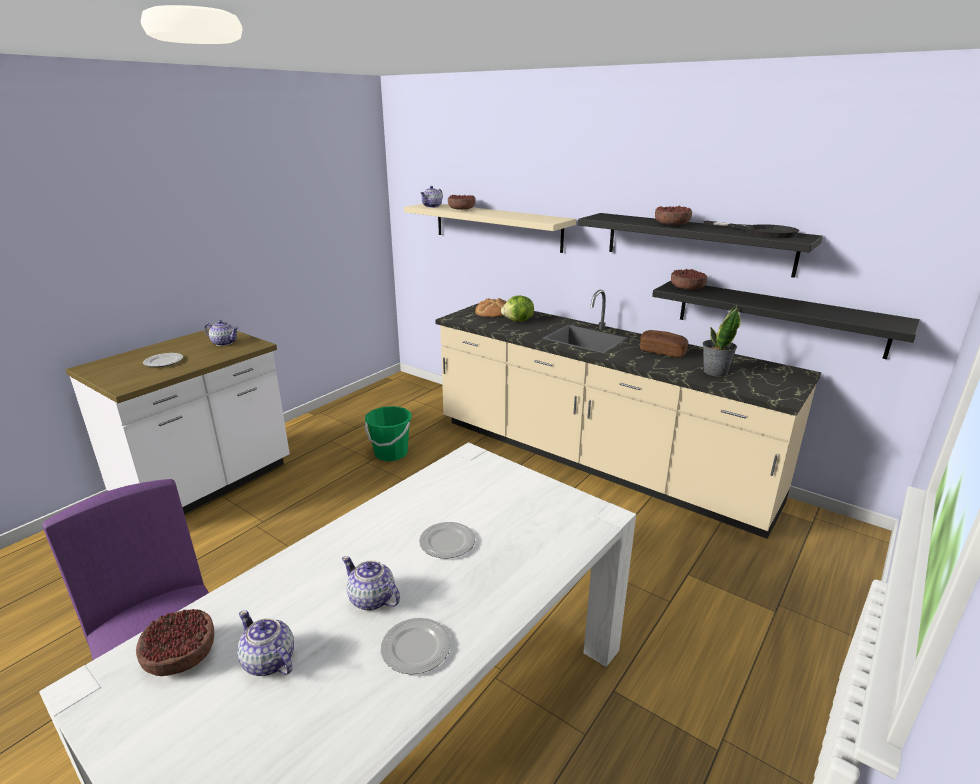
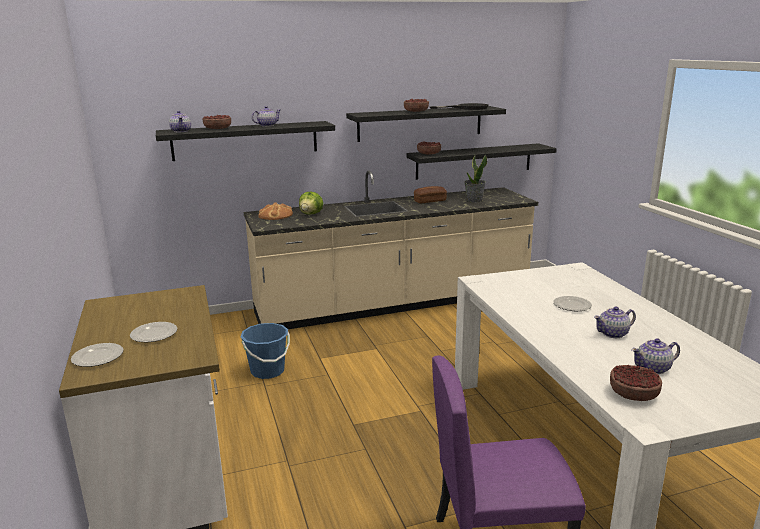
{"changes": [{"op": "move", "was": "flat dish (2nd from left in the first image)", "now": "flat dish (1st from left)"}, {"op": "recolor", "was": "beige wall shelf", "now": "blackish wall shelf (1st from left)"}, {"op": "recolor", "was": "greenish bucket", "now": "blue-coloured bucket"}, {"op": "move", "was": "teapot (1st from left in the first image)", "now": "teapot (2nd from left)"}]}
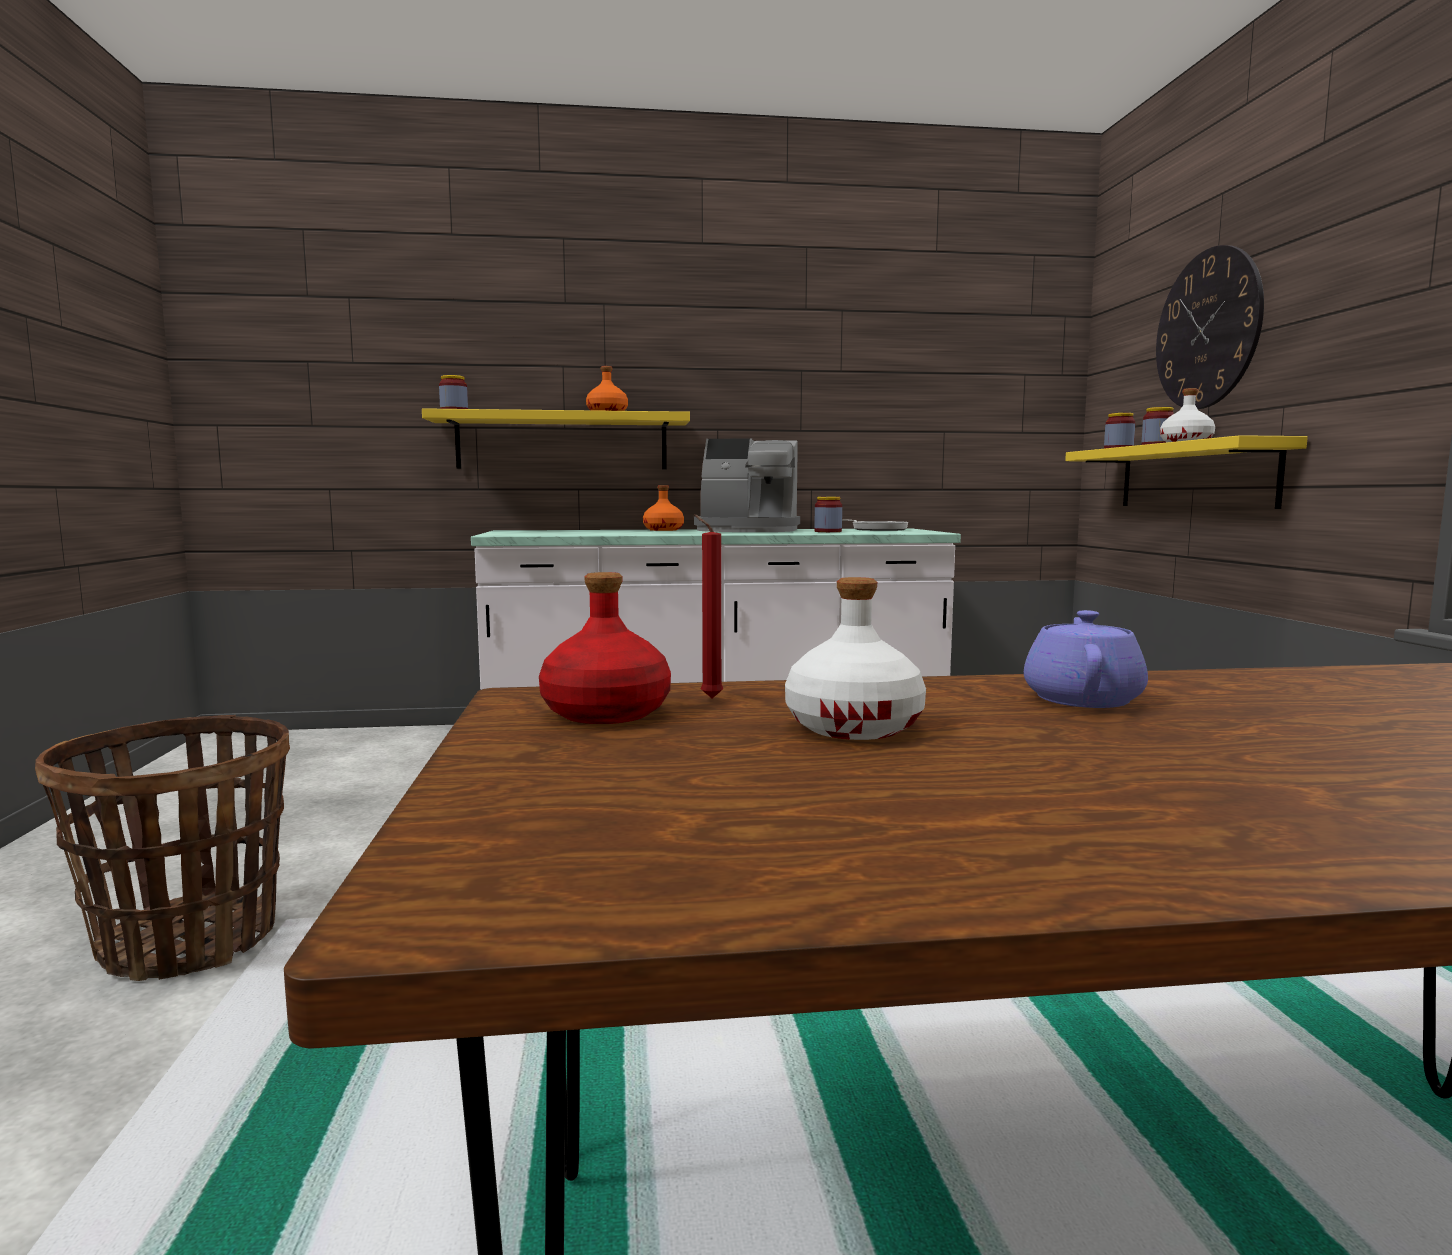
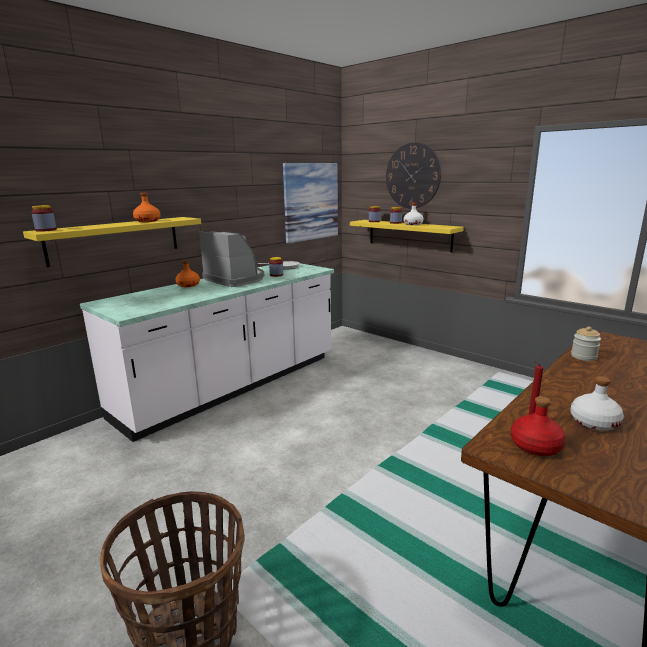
{"changes": [{"op": "rotate", "was": "coffee brewer", "clockwise": -105}, {"op": "insert", "now": "wall art"}, {"op": "insert", "now": "storage jar (5th from left)"}, {"op": "delete", "was": "purple-coloured teapot"}]}
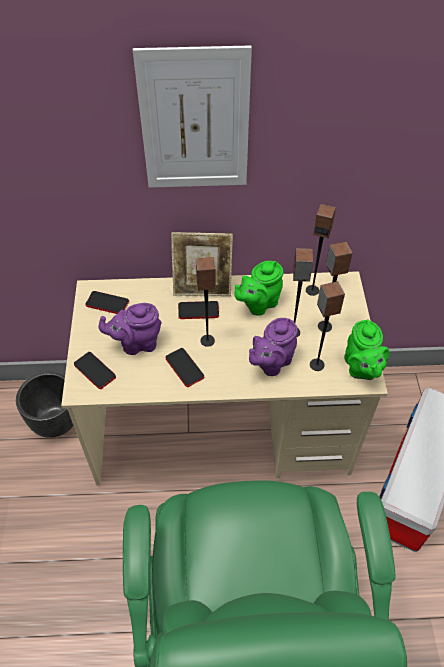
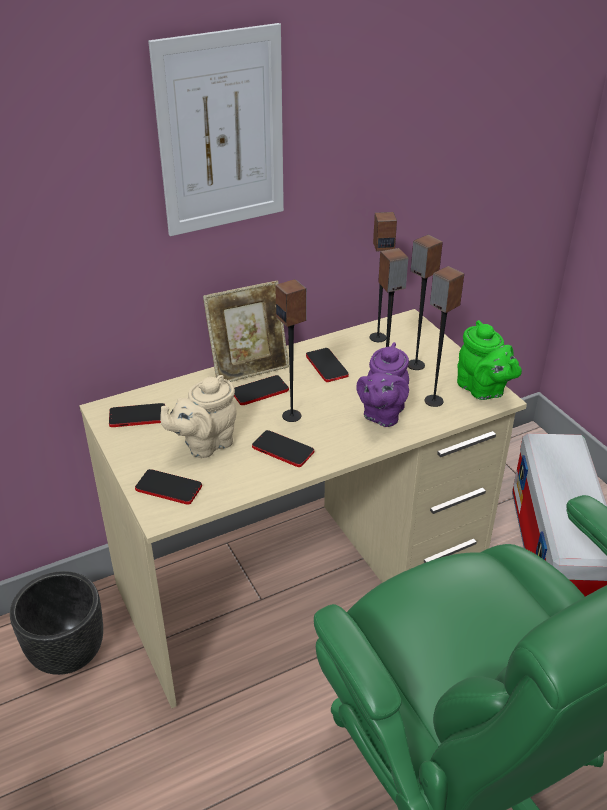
{"changes": [{"op": "recolor", "was": "purple-coloured teapot (1st from left)", "now": "beige teapot"}, {"op": "replace", "was": "greenish teapot (1st from left)", "now": "handset (5th from left)"}]}
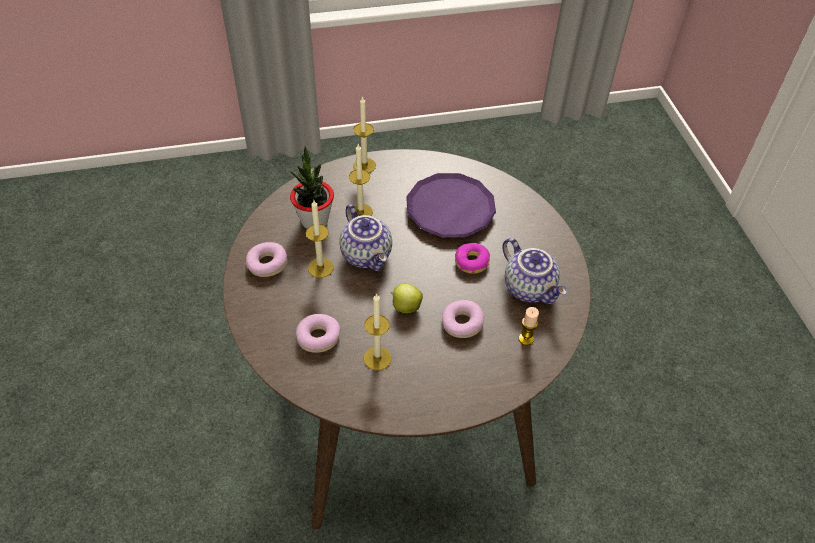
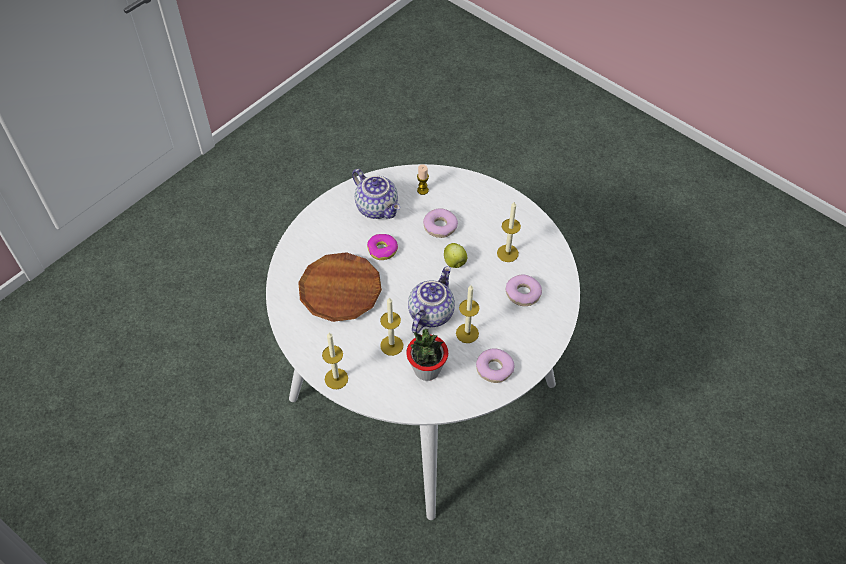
{"changes": [{"op": "recolor", "was": "brown-coloured dinner table", "now": "white-coloured dinner table"}, {"op": "recolor", "was": "purple-coloured flat dish", "now": "brown-coloured flat dish"}, {"op": "rotate", "was": "teapot (2nd from left in the first image)", "clockwise": 120}]}
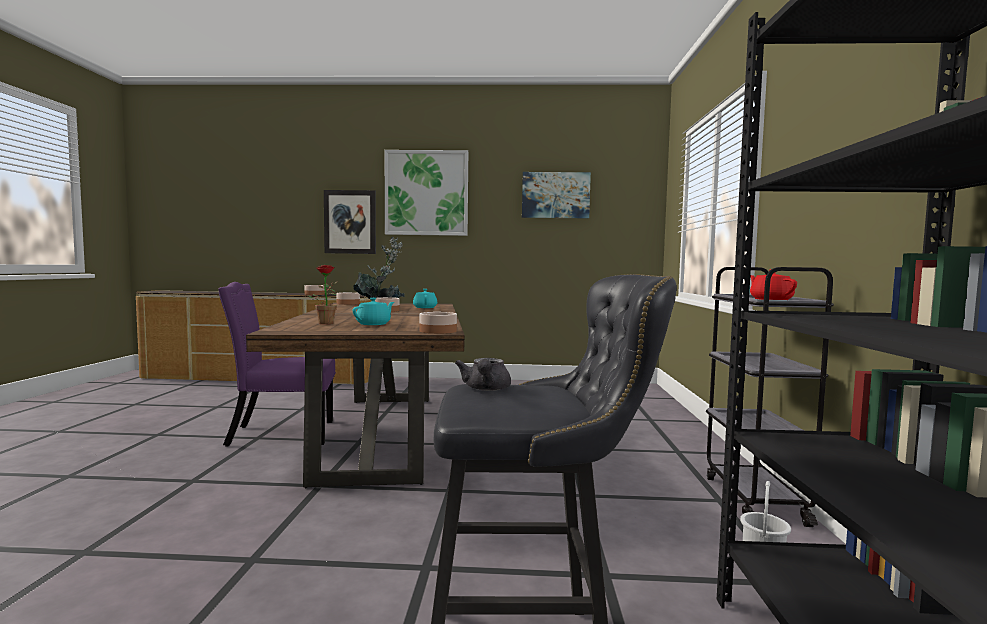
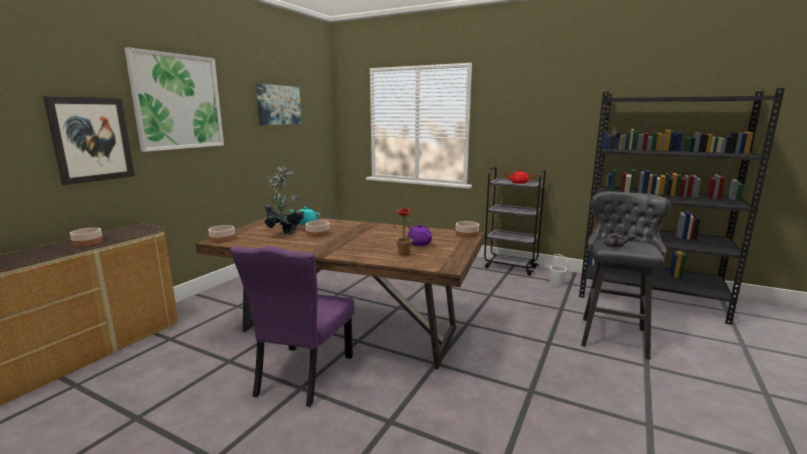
{"changes": [{"op": "recolor", "was": "turquoise teapot (1st from left)", "now": "purple-coloured teapot"}]}
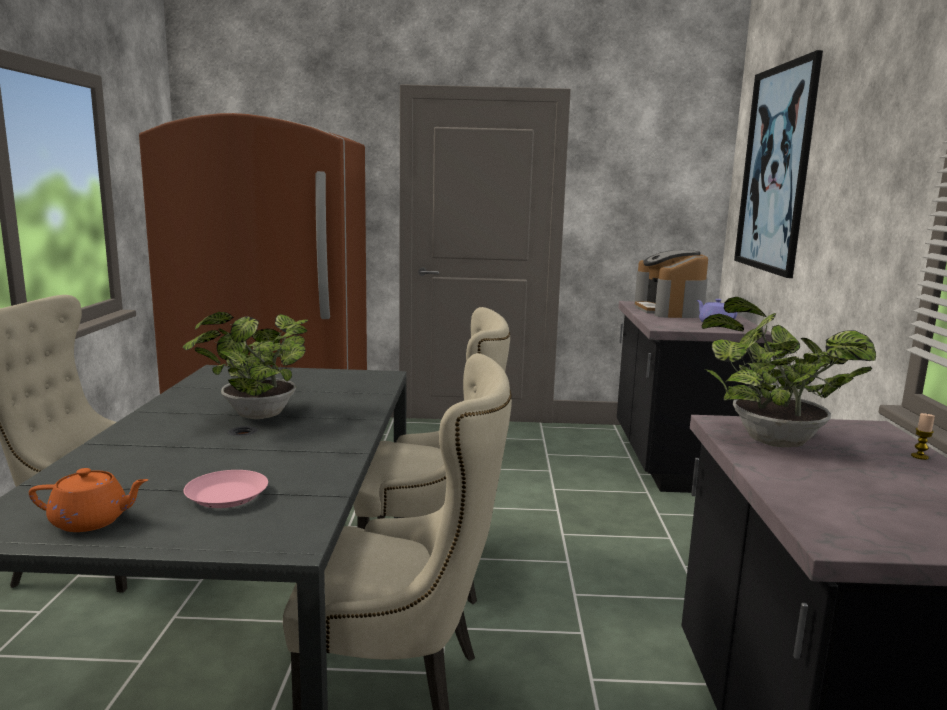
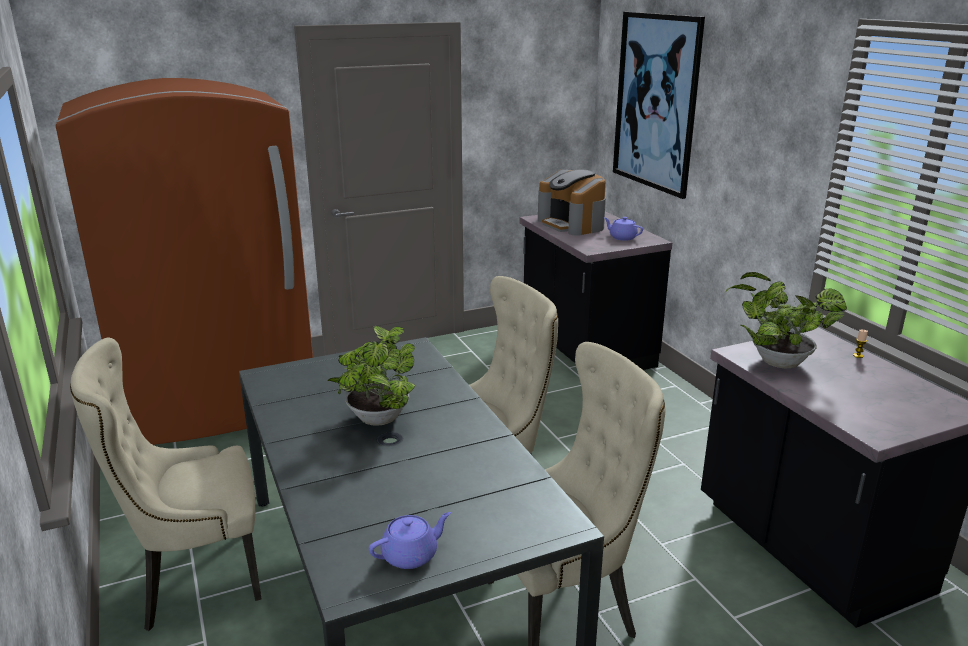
{"changes": [{"op": "recolor", "was": "orange teapot", "now": "purple-coloured teapot (1st from left)"}, {"op": "delete", "was": "pink-coloured flat dish"}]}
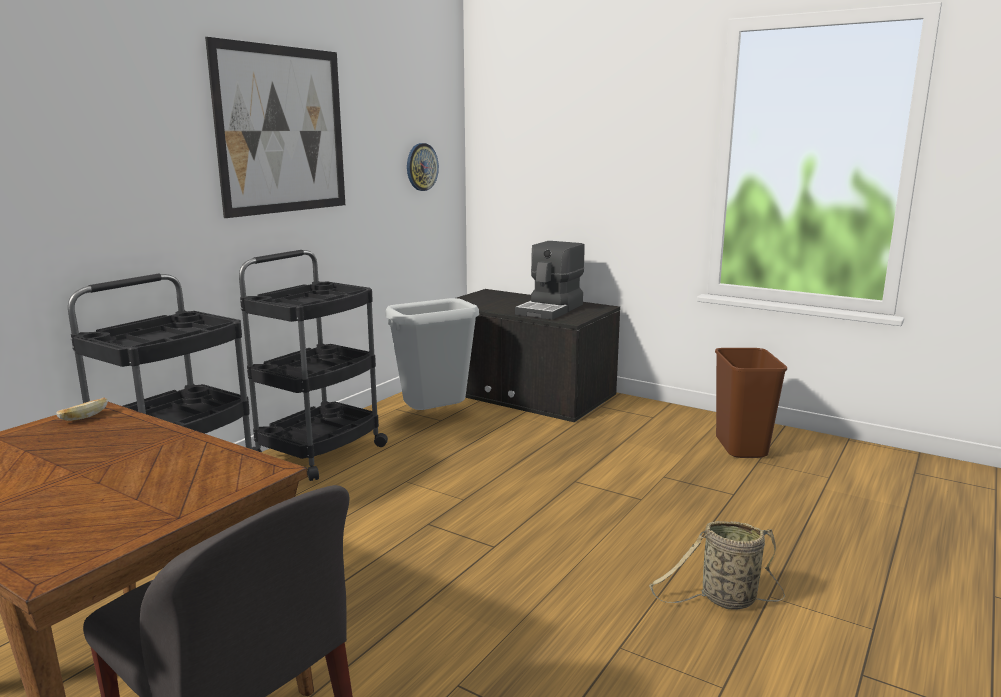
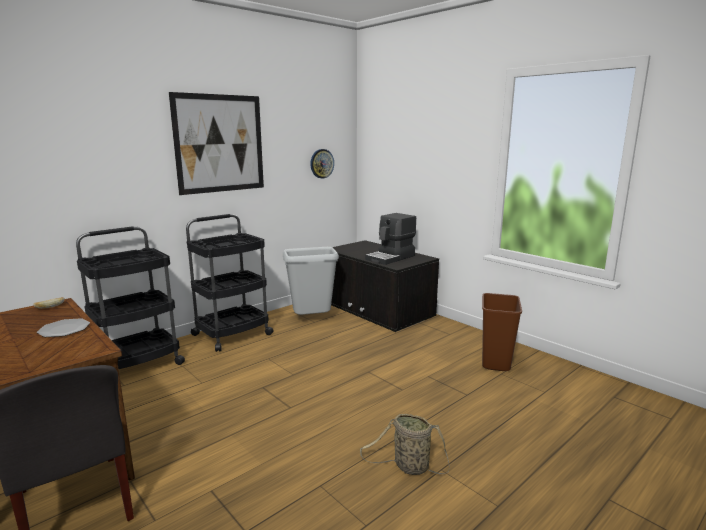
{"changes": [{"op": "insert", "now": "flat dish"}]}
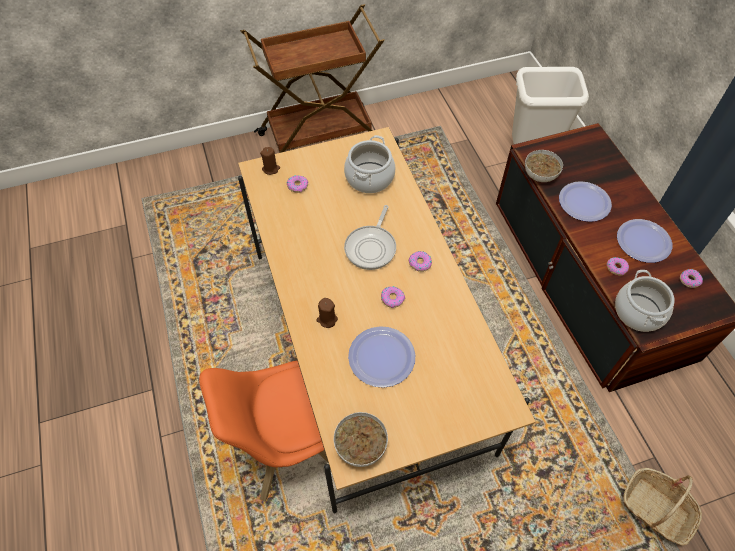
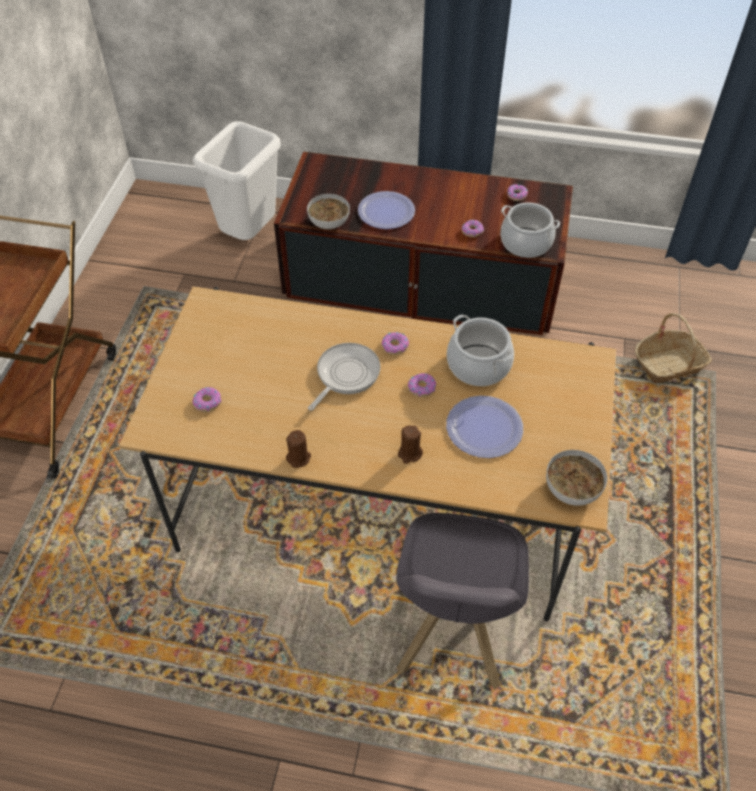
{"changes": [{"op": "move", "was": "brown-coloured candle (1st from left)"}, {"op": "rotate", "was": "skillet", "clockwise": -105}, {"op": "recolor", "was": "orange chair", "now": "greyish chair"}, {"op": "move", "was": "saucepot (1st from left)"}, {"op": "delete", "was": "flat dish (3rd from left)"}]}
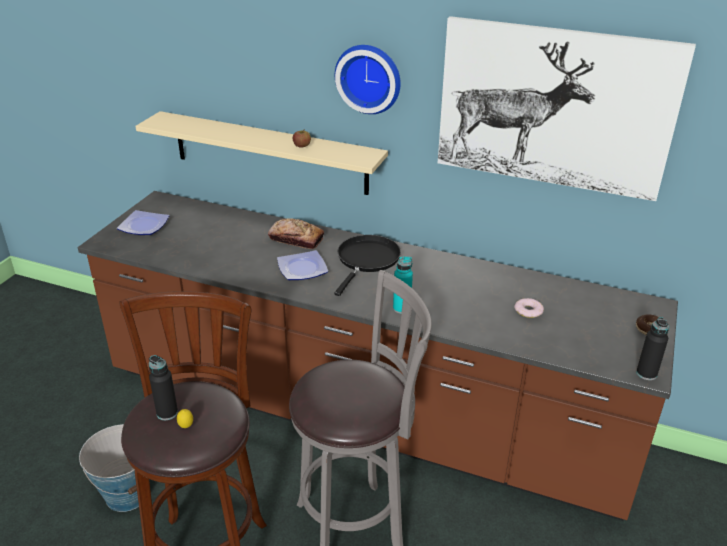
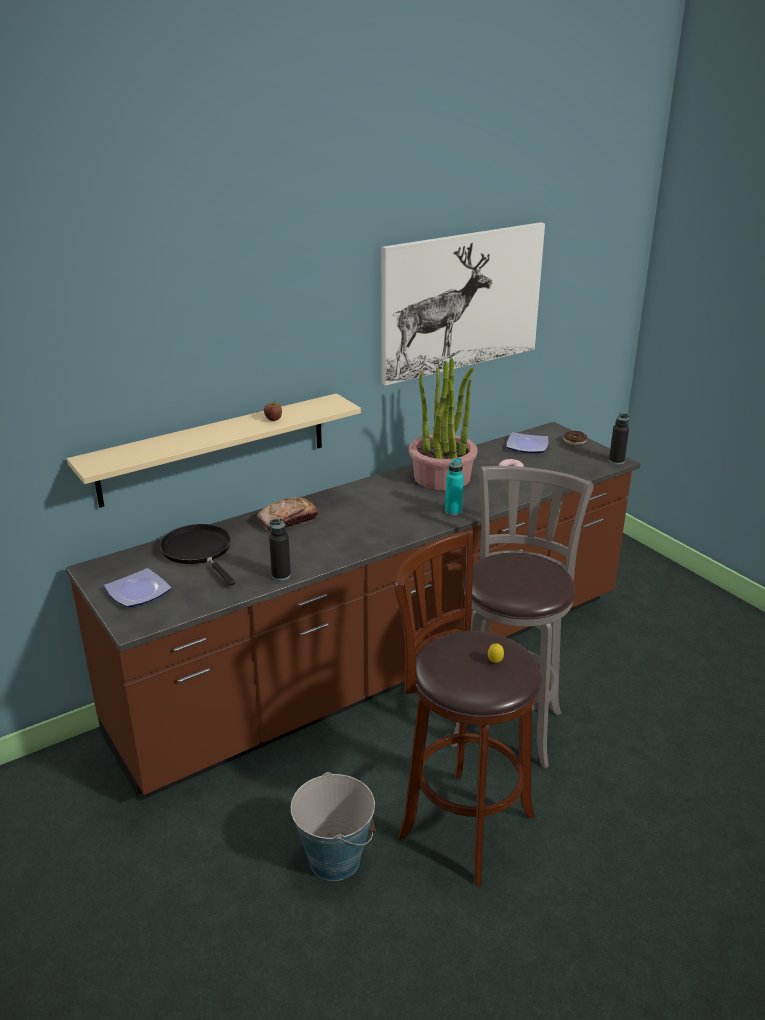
{"changes": [{"op": "move", "was": "blackish skillet"}, {"op": "move", "was": "blackish beverage bottle (1st from left)"}, {"op": "insert", "now": "plant in a pot"}, {"op": "move", "was": "flat dish (2nd from left)"}, {"op": "delete", "was": "hanging clock"}]}
